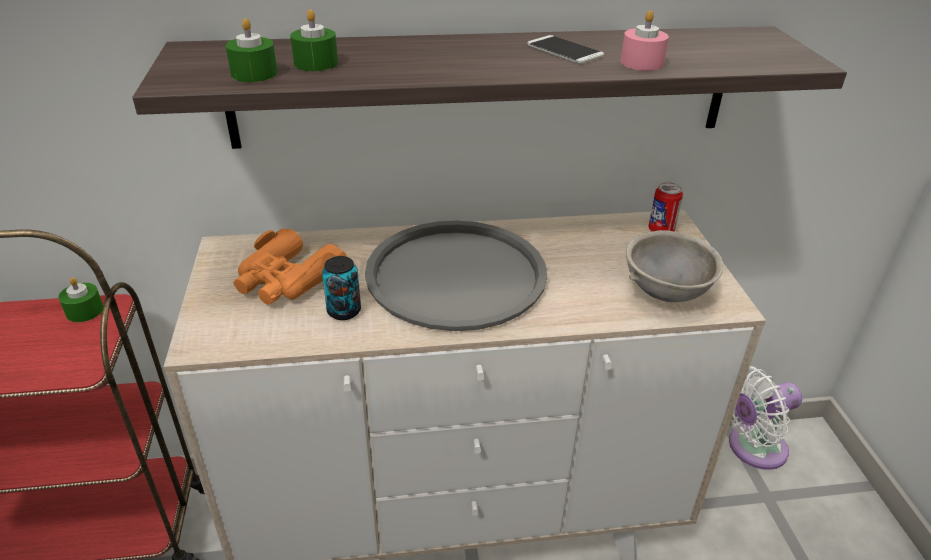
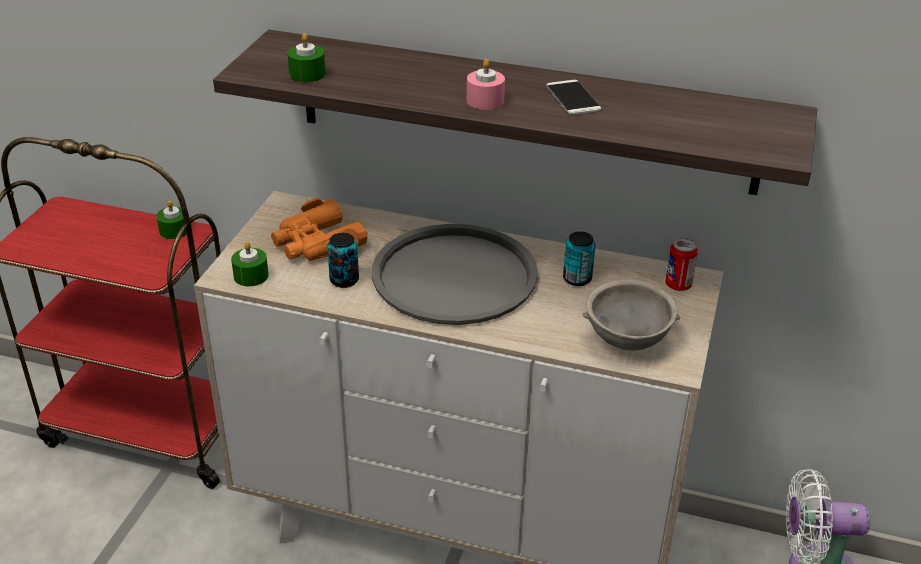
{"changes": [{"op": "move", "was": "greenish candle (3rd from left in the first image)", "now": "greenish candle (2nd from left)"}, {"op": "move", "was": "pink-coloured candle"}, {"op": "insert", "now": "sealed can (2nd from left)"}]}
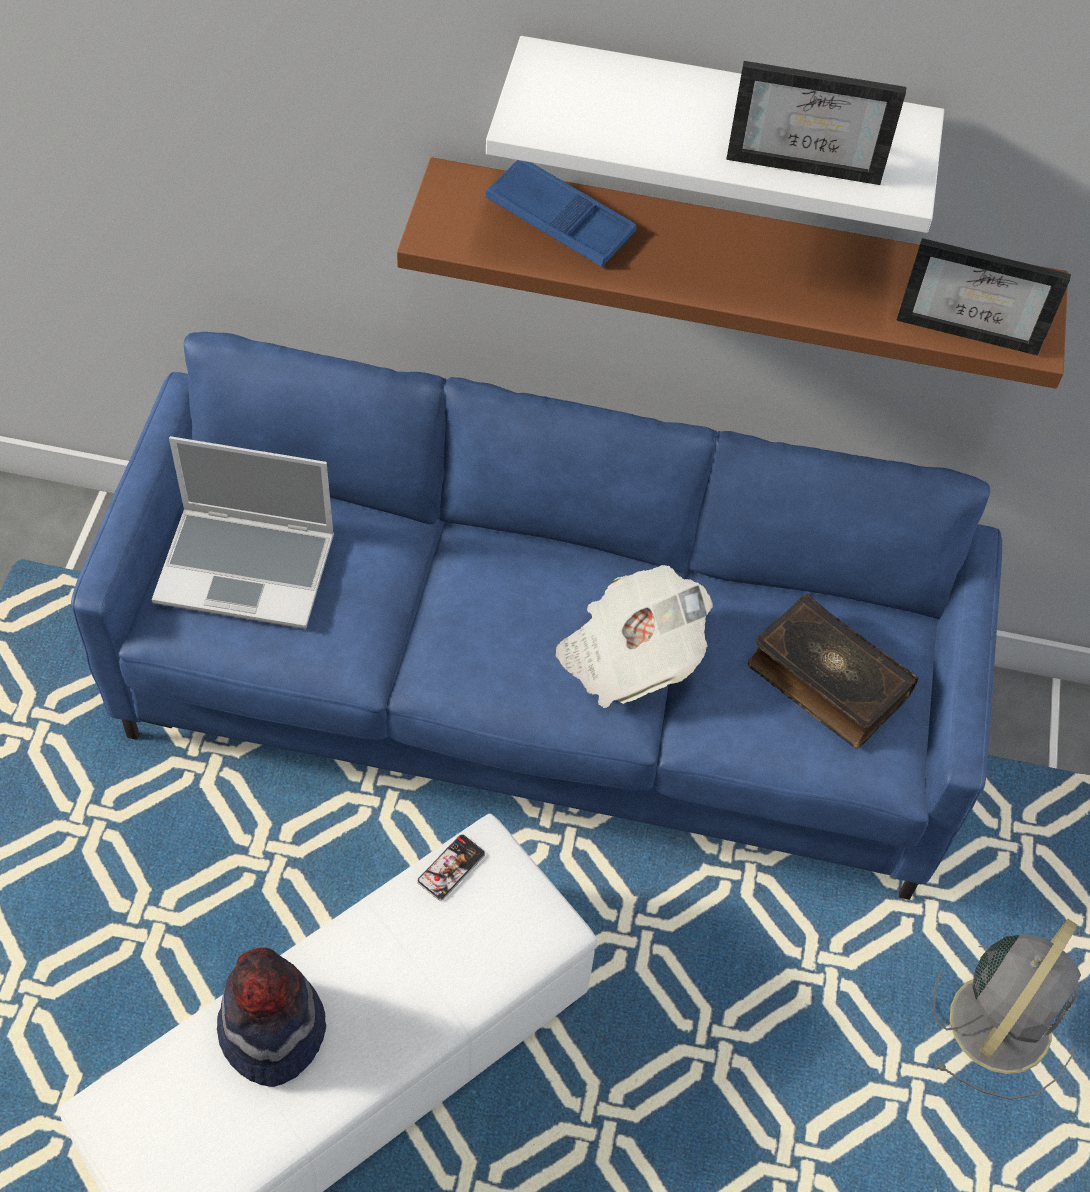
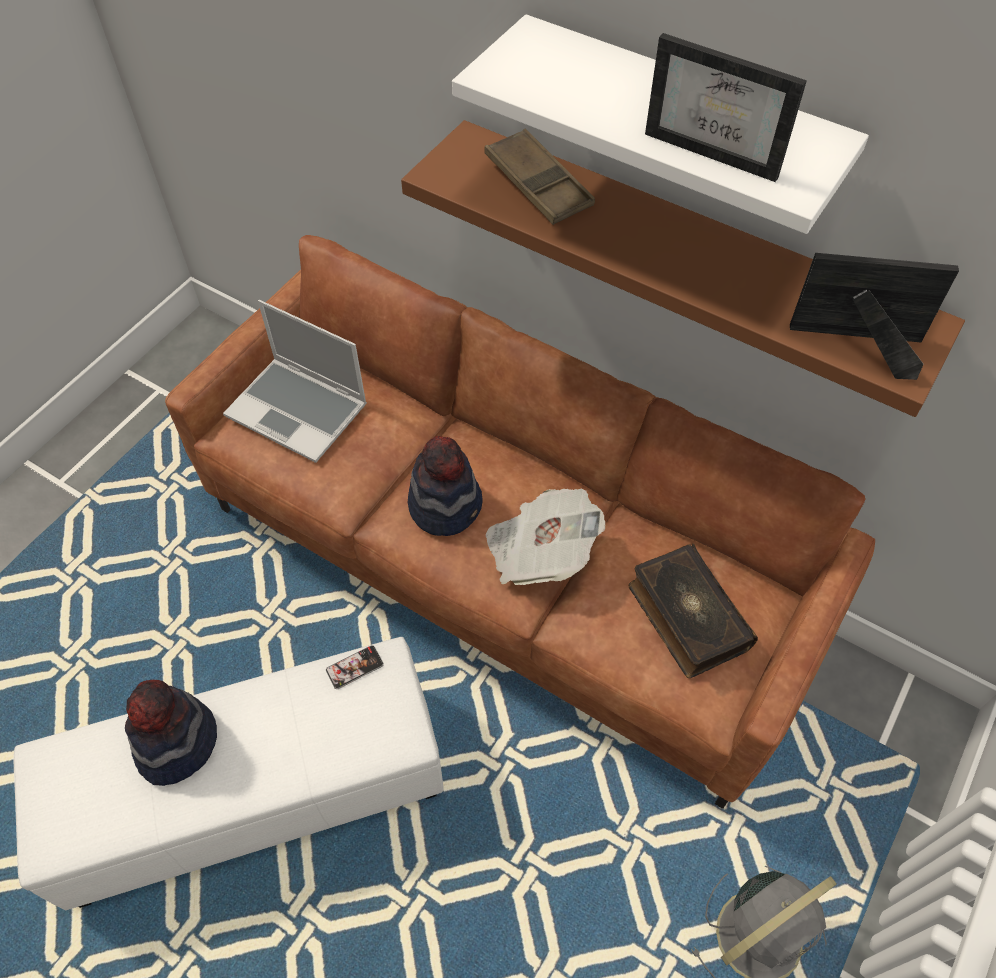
{"changes": [{"op": "recolor", "was": "blue-coloured couch", "now": "brown-coloured couch"}, {"op": "insert", "now": "hat (2nd from left)"}, {"op": "recolor", "was": "blue-coloured carrying tray", "now": "brown-coloured carrying tray"}, {"op": "rotate", "was": "picture frame (2nd from left)", "clockwise": 150}]}
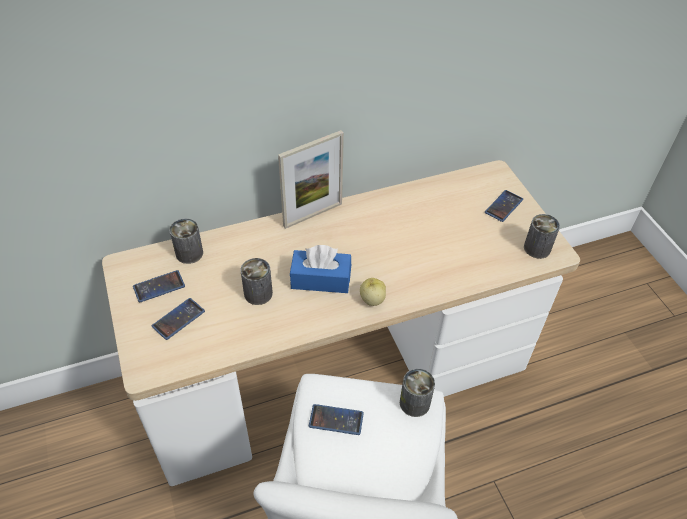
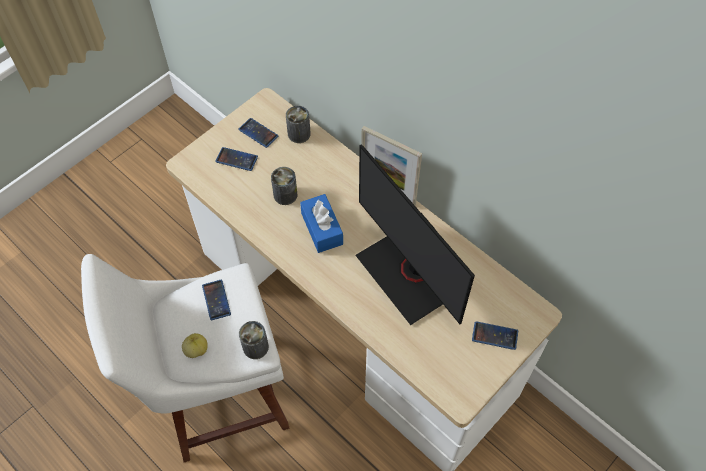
{"changes": [{"op": "move", "was": "whole apple"}, {"op": "insert", "now": "computer display"}, {"op": "delete", "was": "sealed can (4th from left)"}]}
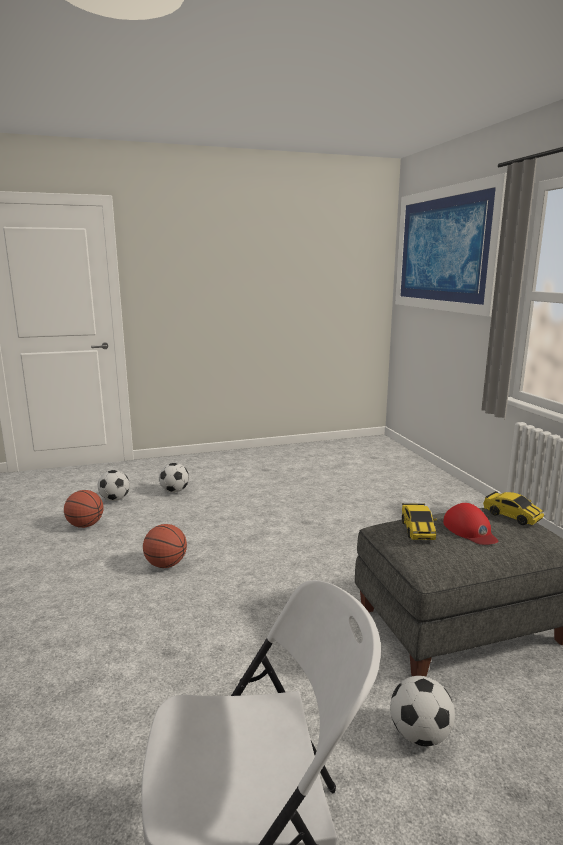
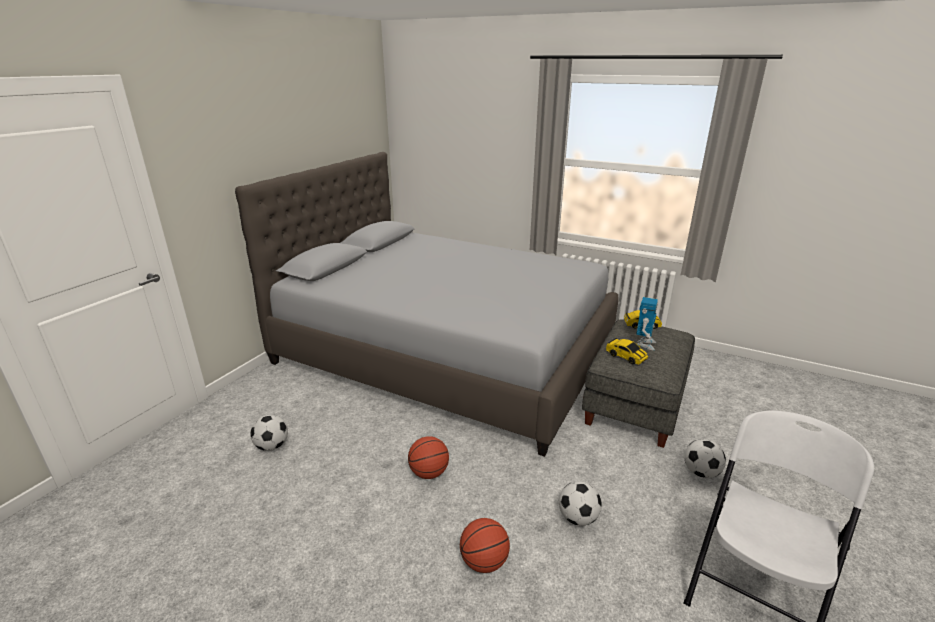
{"changes": [{"op": "insert", "now": "greyish sleeping bed"}, {"op": "move", "was": "basketball (1st from left in the first image)", "now": "basketball (2nd from left)"}, {"op": "move", "was": "ball for football (2nd from left)"}, {"op": "replace", "was": "reddish peaked cap", "now": "model robot"}, {"op": "delete", "was": "wall art"}]}
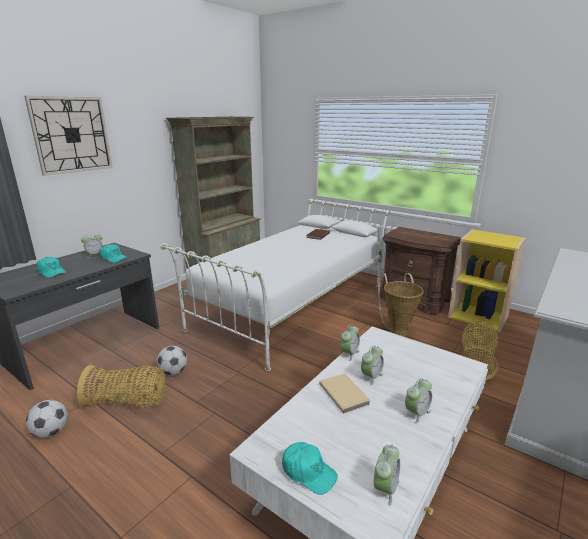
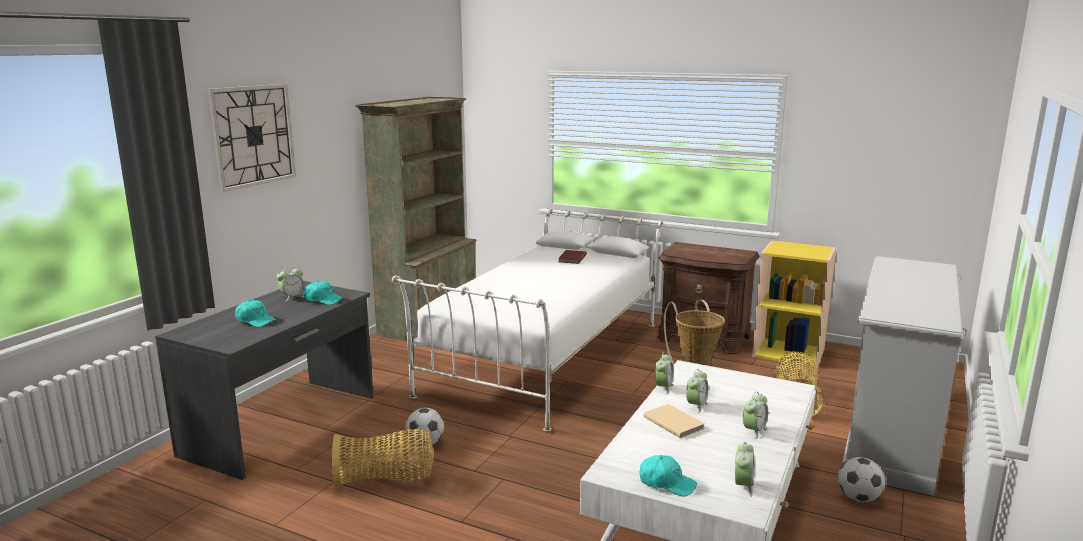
{"changes": [{"op": "move", "was": "ball for football (1st from left in the first image)", "now": "ball for football (2nd from left)"}]}
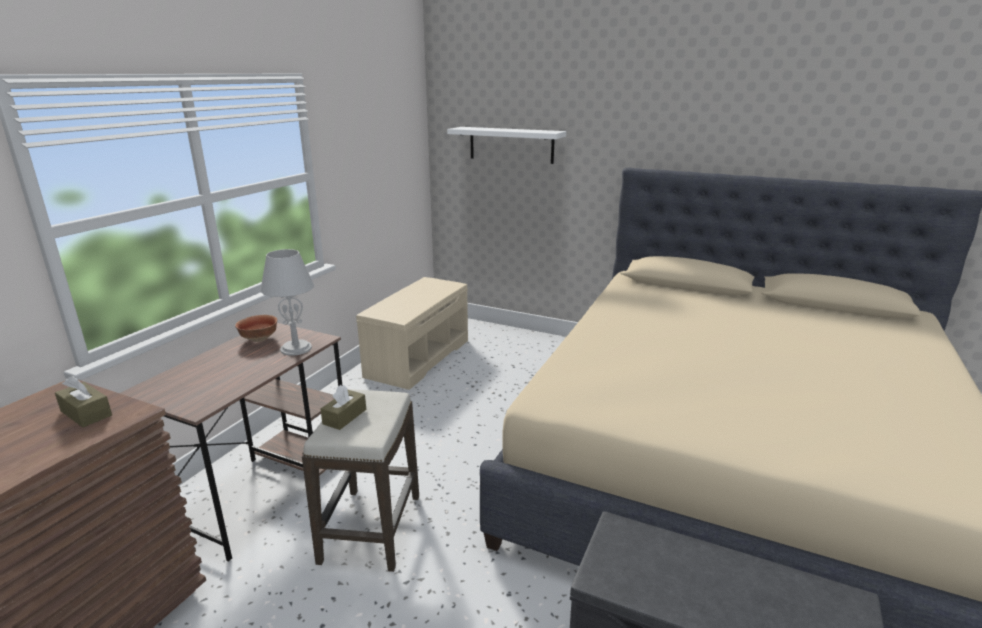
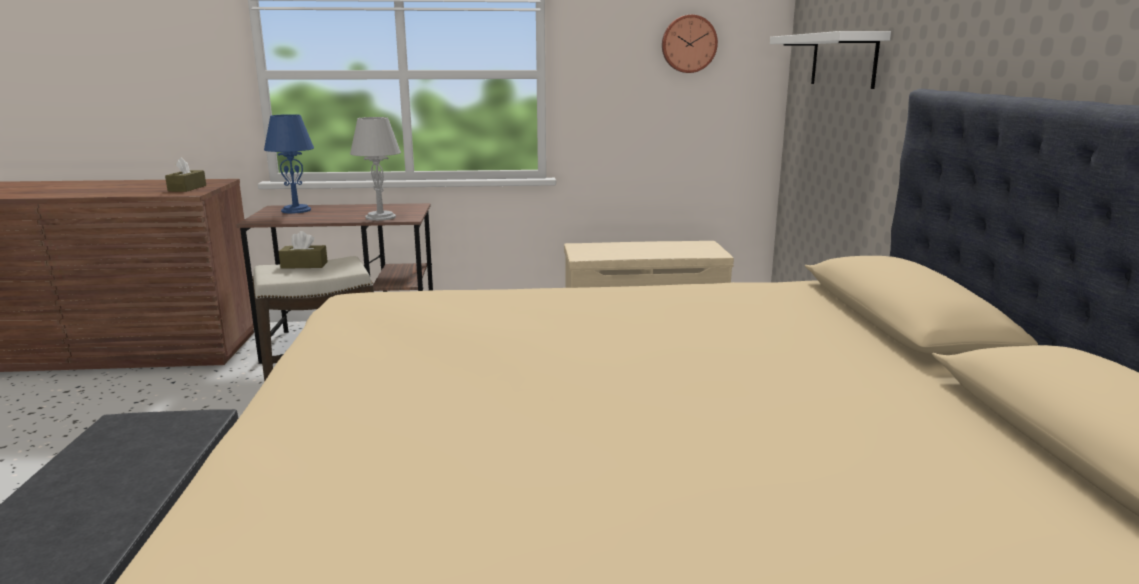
{"changes": [{"op": "insert", "now": "blue-coloured table lamp"}, {"op": "insert", "now": "hanging clock"}, {"op": "delete", "was": "bowl"}]}
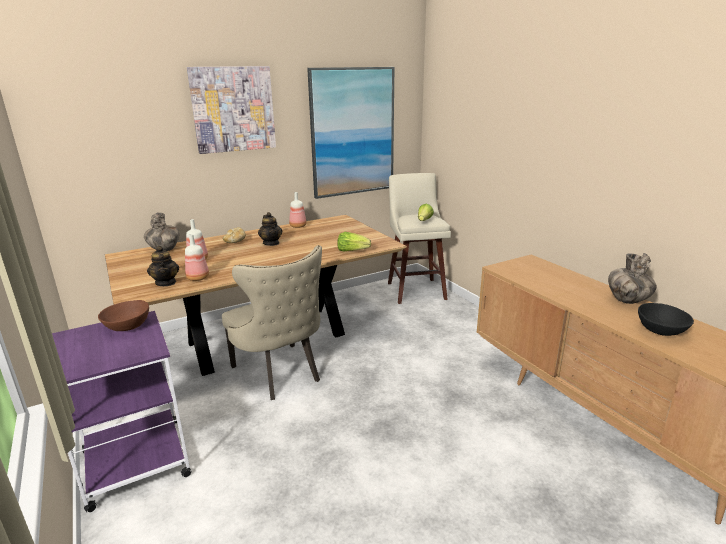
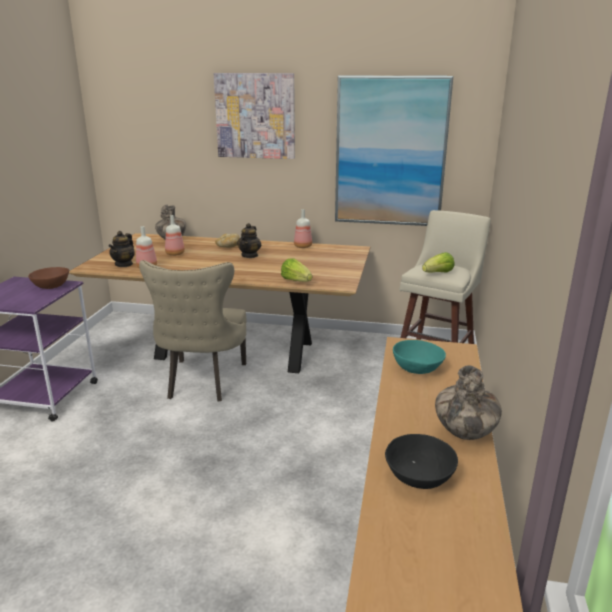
{"changes": [{"op": "insert", "now": "turquoise bowl"}]}
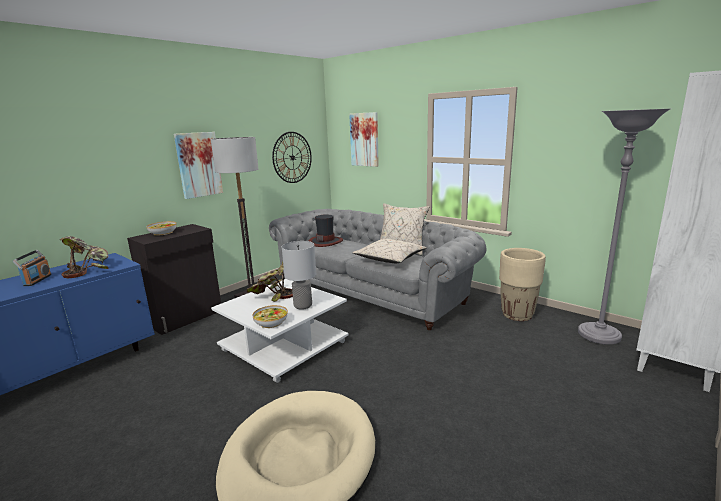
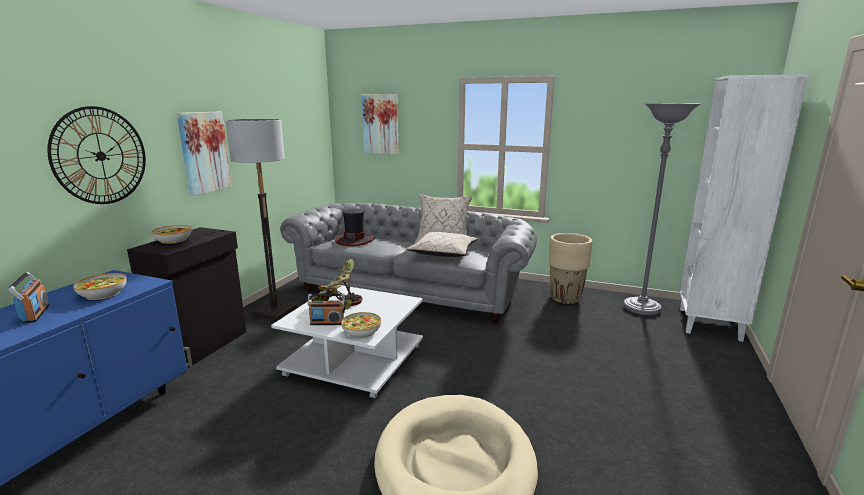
{"changes": [{"op": "move", "was": "hanging clock"}, {"op": "replace", "was": "plant in a pot (1st from left)", "now": "bowl (1st from left)"}, {"op": "insert", "now": "radio set (2nd from left)"}, {"op": "delete", "was": "greyish table lamp"}]}
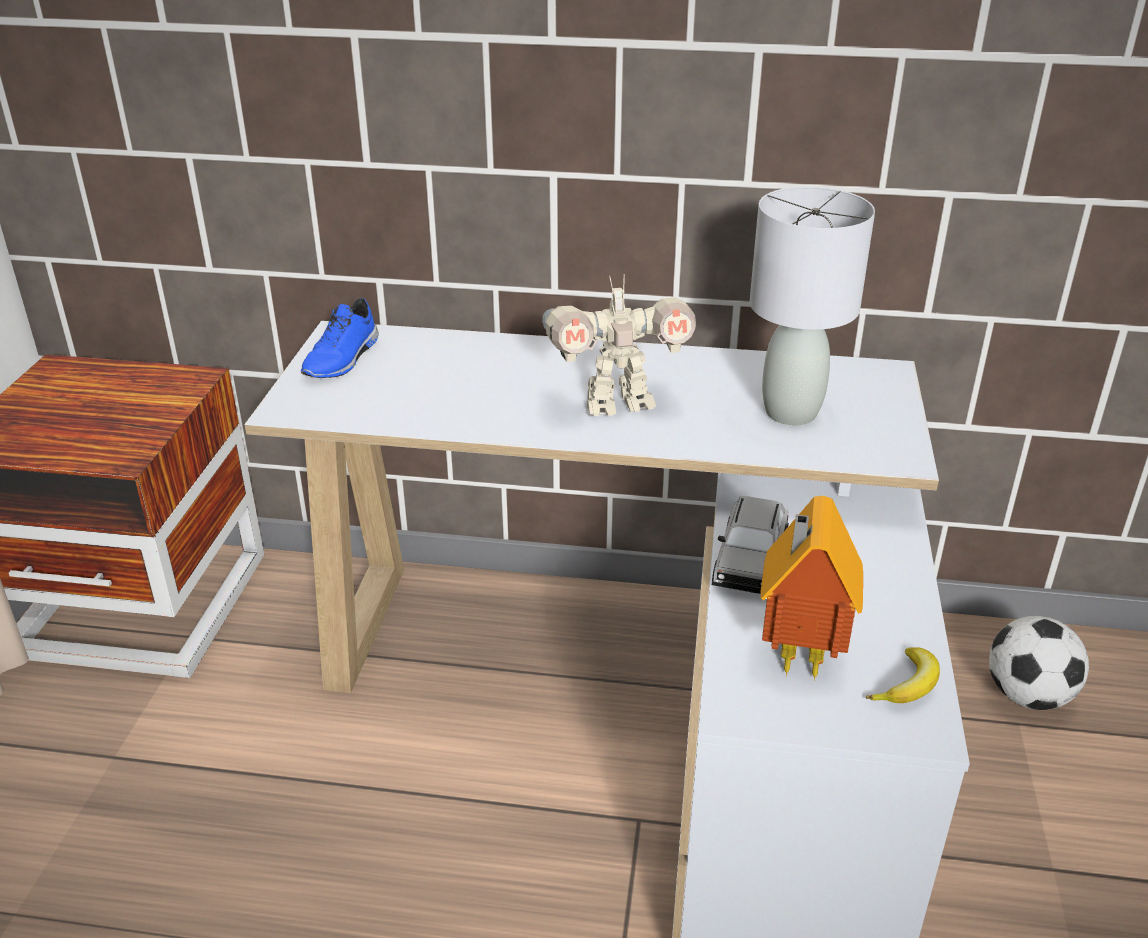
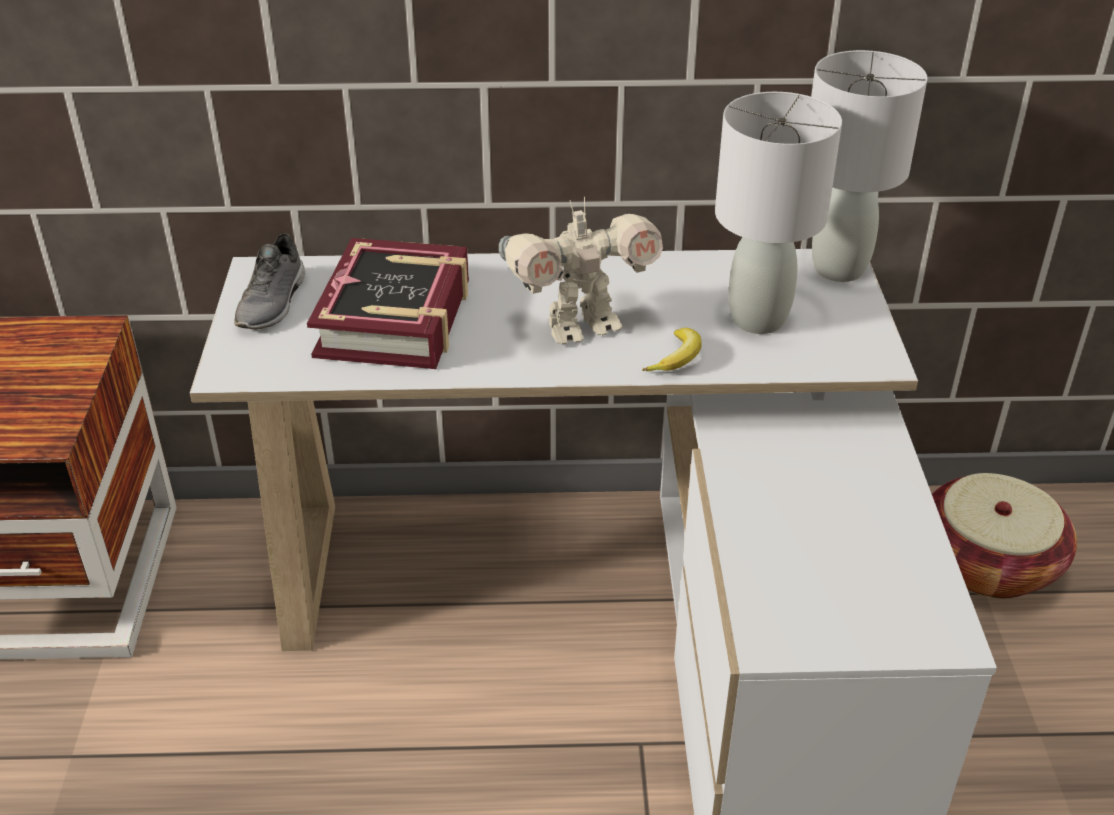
{"changes": [{"op": "recolor", "was": "blue-coloured low shoe", "now": "greyish low shoe"}, {"op": "insert", "now": "book"}, {"op": "move", "was": "banana fruit"}, {"op": "insert", "now": "greyish table lamp (2nd from left)"}, {"op": "replace", "was": "ball for football", "now": "household basket"}, {"op": "delete", "was": "greyish model car"}, {"op": "delete", "was": "model house"}]}
